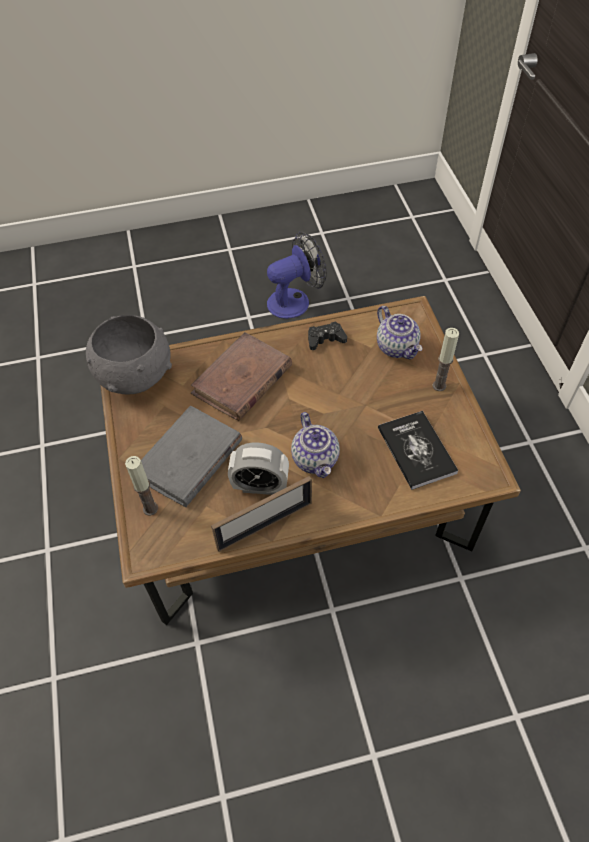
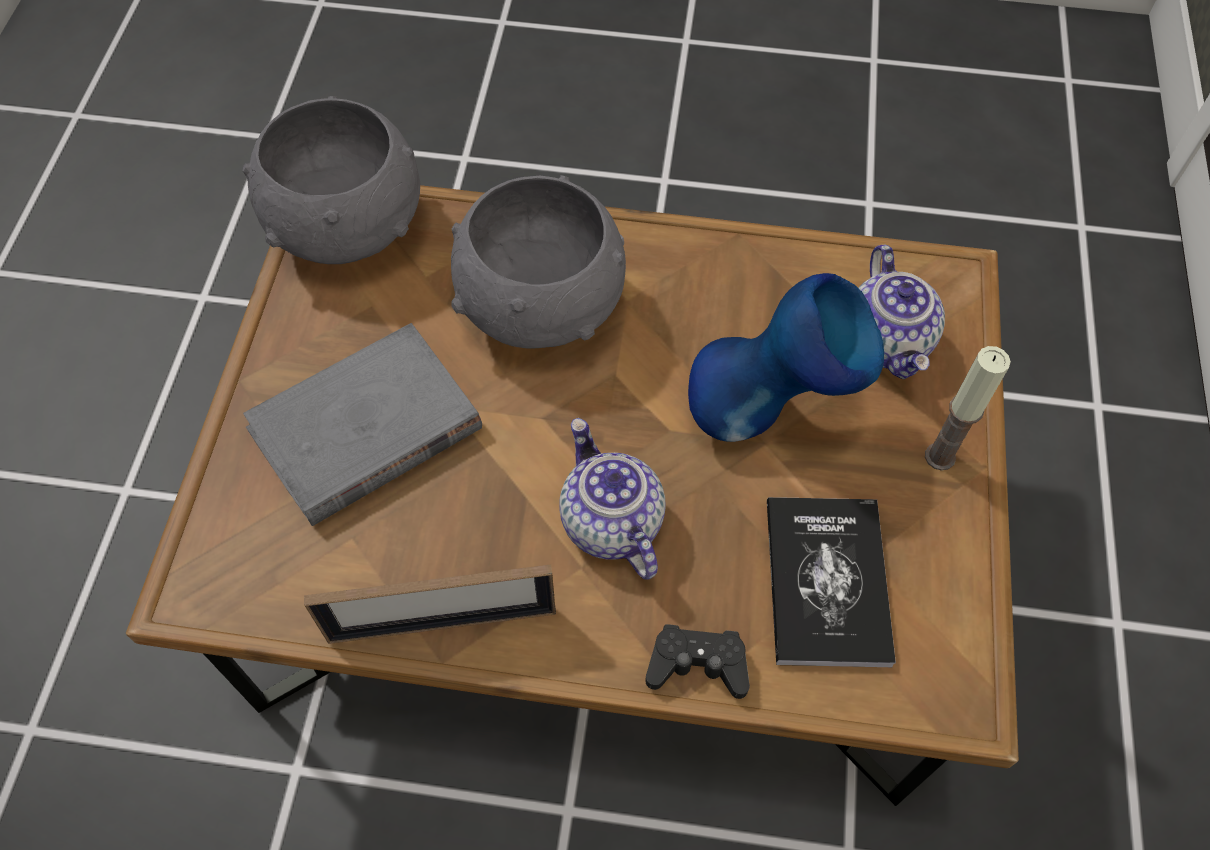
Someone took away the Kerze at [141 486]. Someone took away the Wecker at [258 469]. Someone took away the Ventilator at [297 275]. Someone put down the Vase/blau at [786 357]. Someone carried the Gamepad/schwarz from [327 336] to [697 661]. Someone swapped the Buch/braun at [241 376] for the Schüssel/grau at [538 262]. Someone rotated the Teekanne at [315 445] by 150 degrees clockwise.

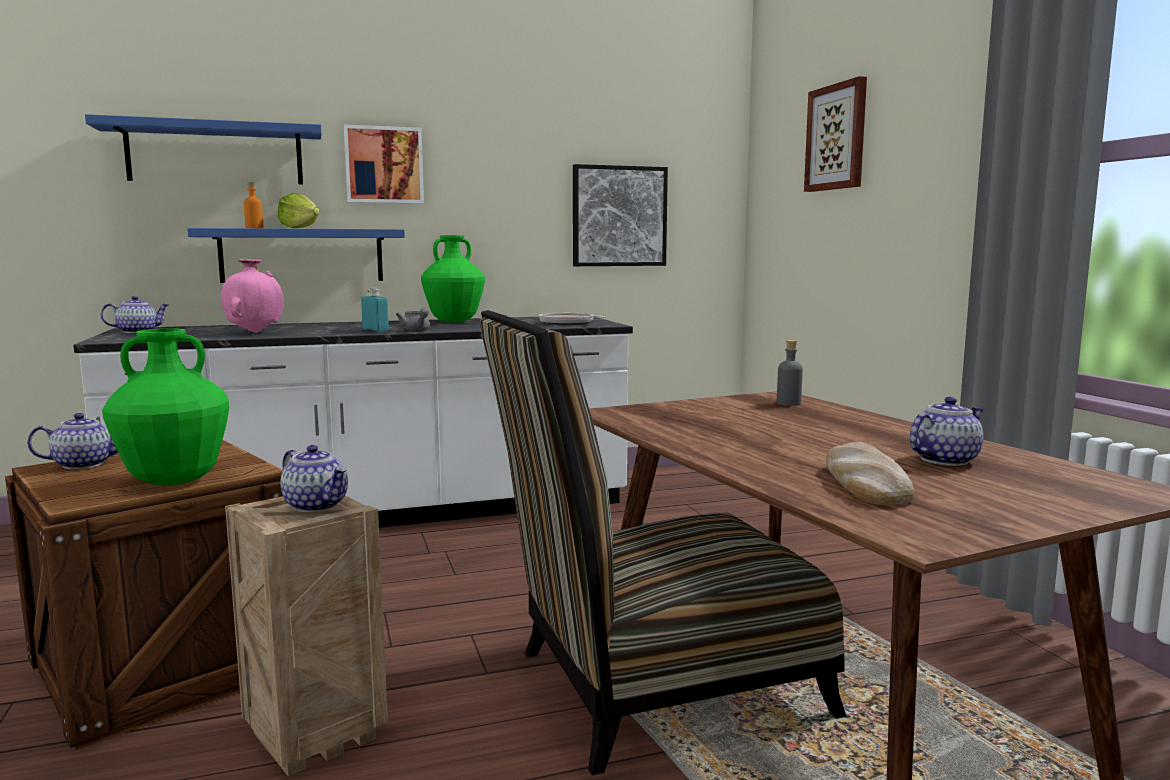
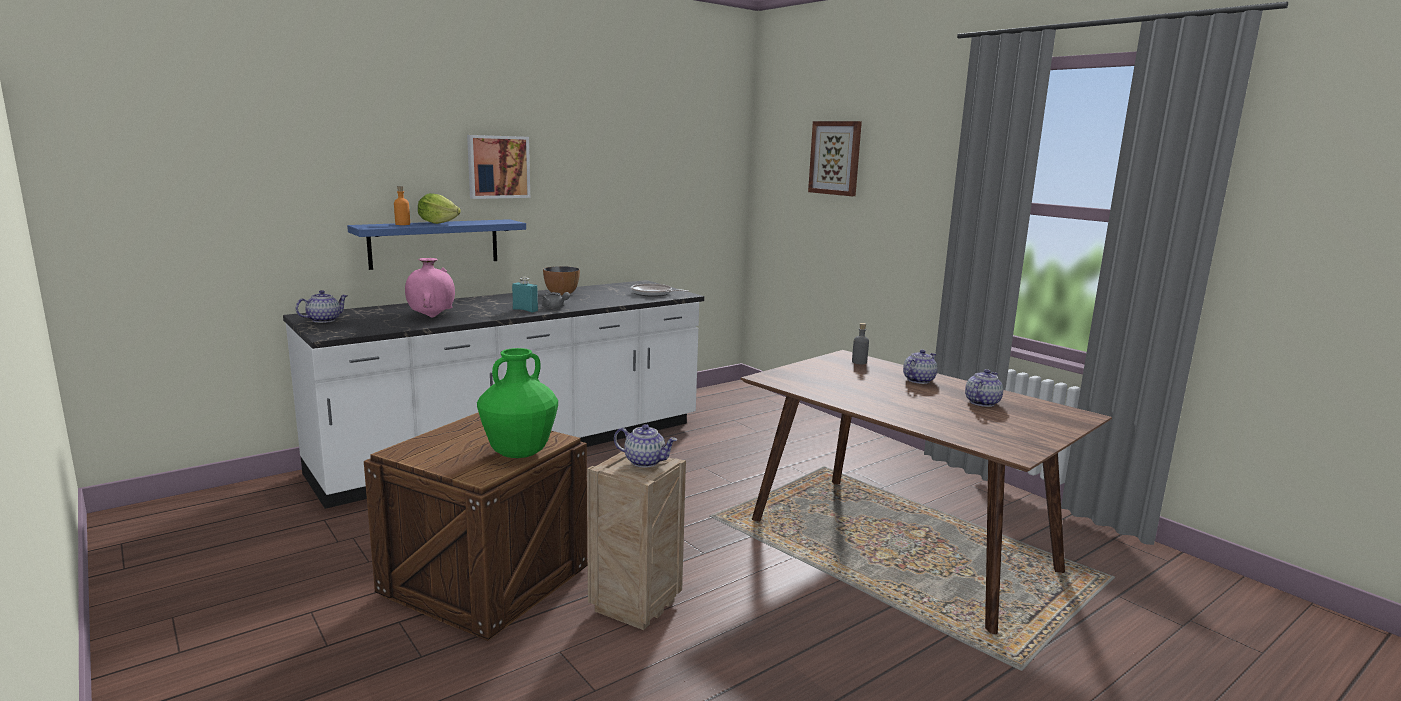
Someone took away the Wandregal/blau at [203 149]. Someone took away the Stuhl at [662 542]. Someone took away the Bild at [620 215]. Someone took away the Brot at [870 473]. Someone carried the Teekanne from [73 441] to [920 366]. Someone swapped the Vase/grün at [453 279] for the Schüssel at [561 280].

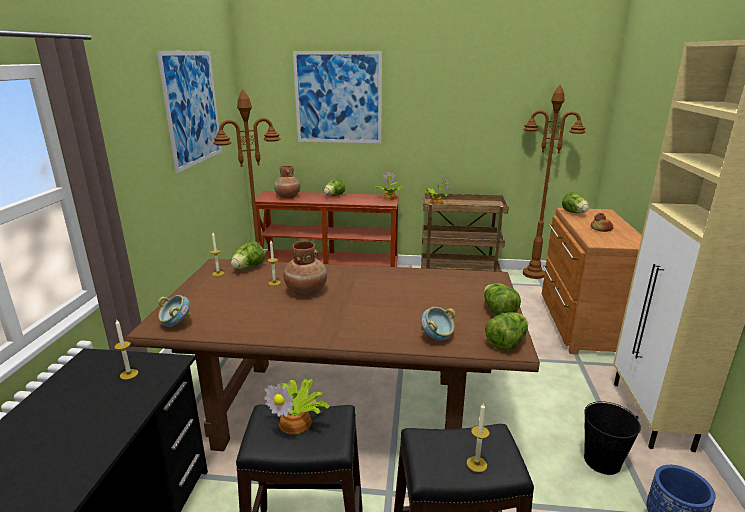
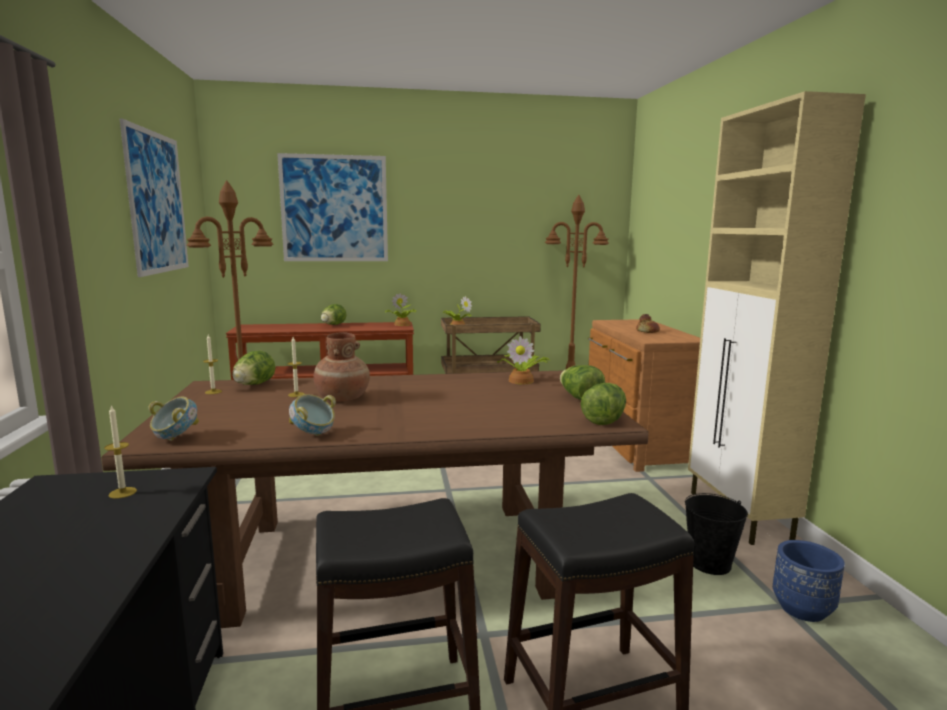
Someone took away the Vase/braun at [287 181]. Someone took away the Kerze at [478 437]. Someone took away the Salatkopf at [575 202]. Someone carried the Topfpflanze from [296 407] to [523 360]. Someone carried the Schüssel from [438 324] to [312 415].

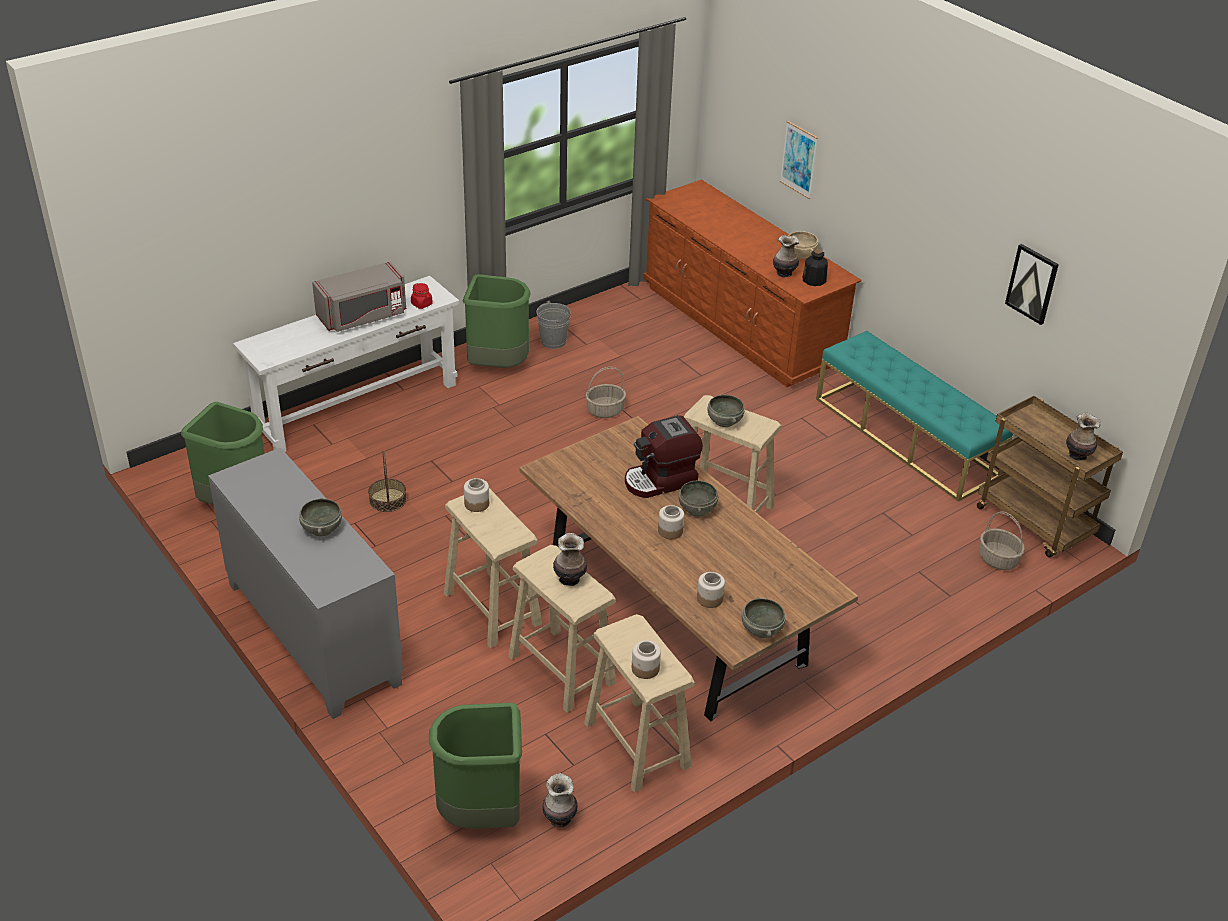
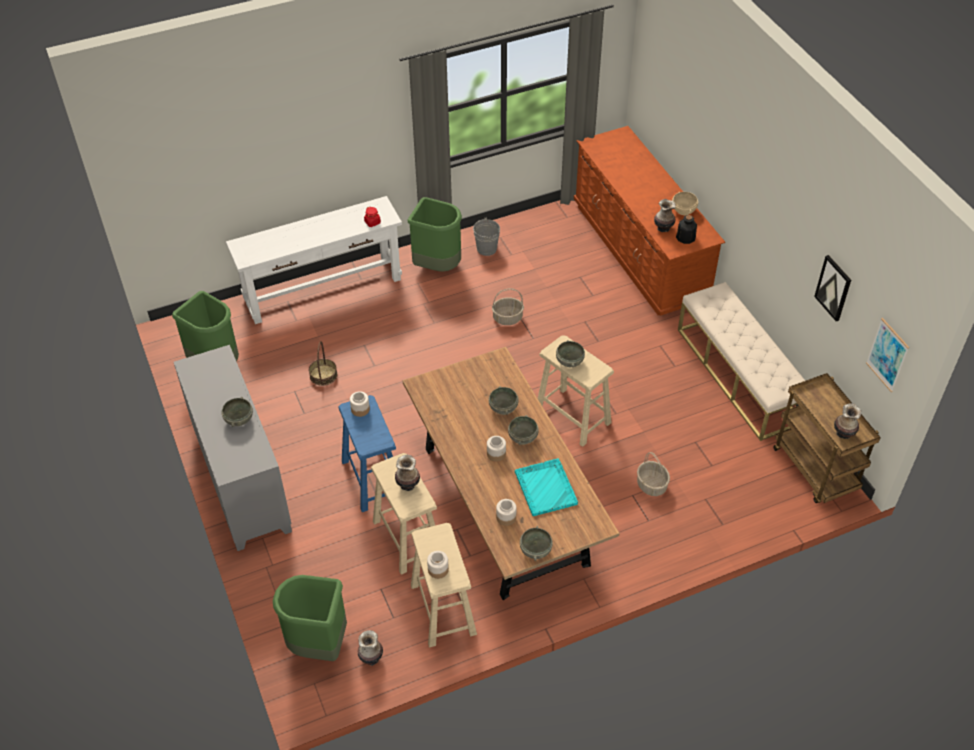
Someone took away the Mikrowelle/grau at [359 296]. Someone put down the Tablett/türkis at [546 487]. Someone carried the Bild from [799 160] to [887 355]. Someone carried the Korb from [1002 540] to [653 474]. Someone swapped the Kaffeemaschine at [664 456] for the Schüssel/grau at [503 400]. Someone repainted the Hocker/beige at [493 568], which became the Hocker/blau at [367 453]. Someone repainted the Bank/türkis at [914 416], which became the Bank/beige at [741 361].

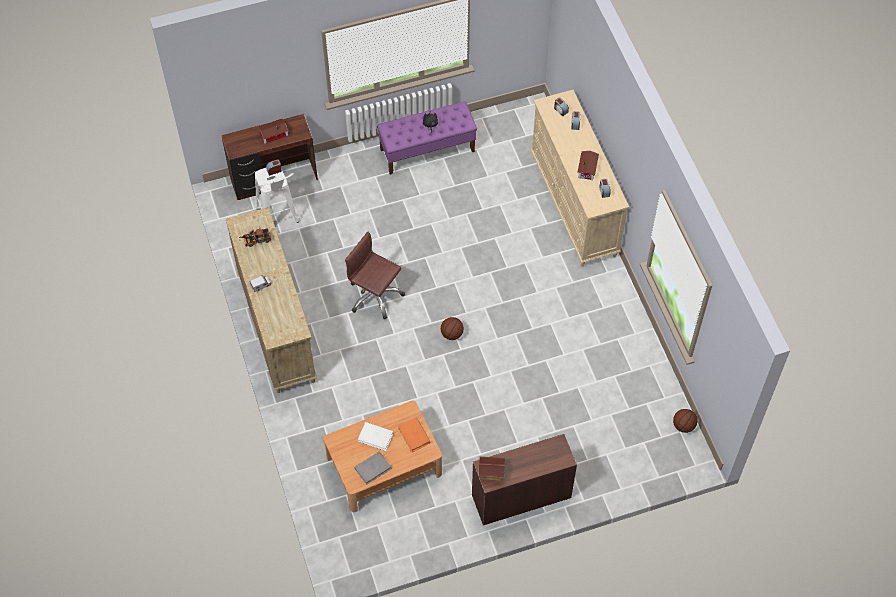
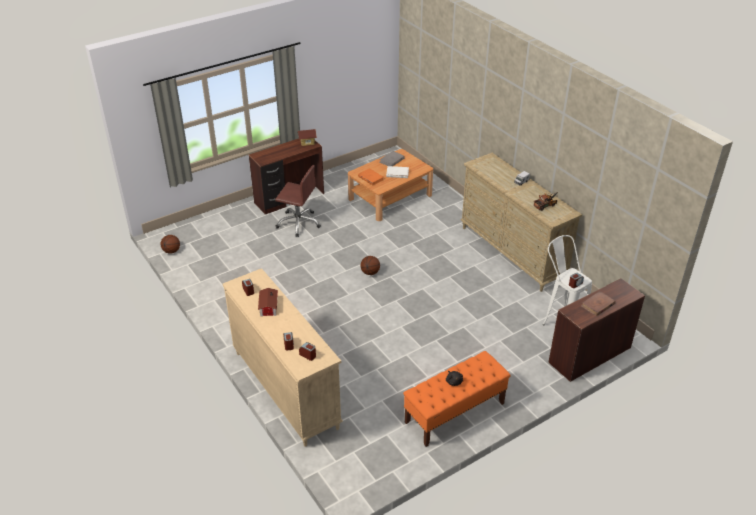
Someone carried the Bürostuhl/braun from [375 275] to [298 201]. Someone swapped the Spielzeughaus at [273 131] for the Buch/braun at [598 303]. Someone repainted the Bank/lila at [427 138], which became the Bank/orange at [457 399].

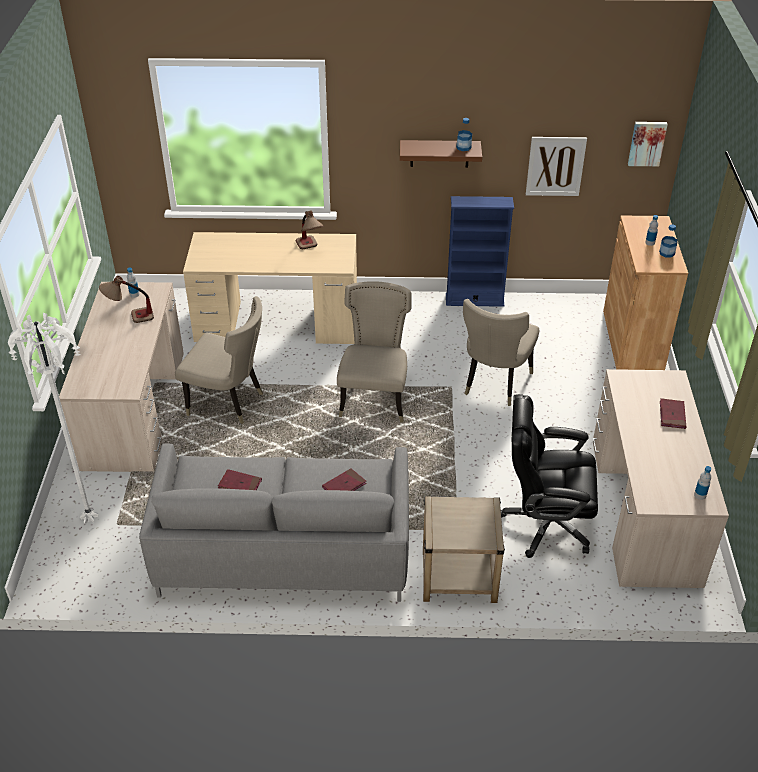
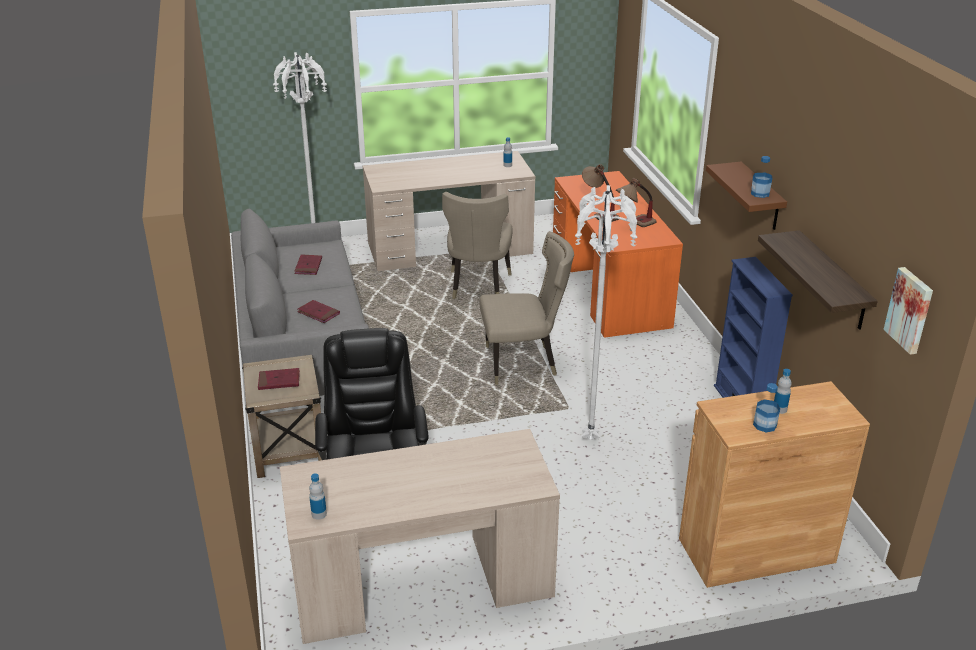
Someone carried the Tischlampe from [126 299] to [600 193]. Someone carried the Buch/rot from [673 413] to [279 379]. Someone swapped the Stuhl/beige at [501 352] for the Stehlampe/weiß at [606 313]. Someone swapped the Bild at [556 166] for the Wandregal at [818 280]. Someone repainted the Schreibtisch/beige at [270 288], which became the Schreibtisch/orange at [618 254].

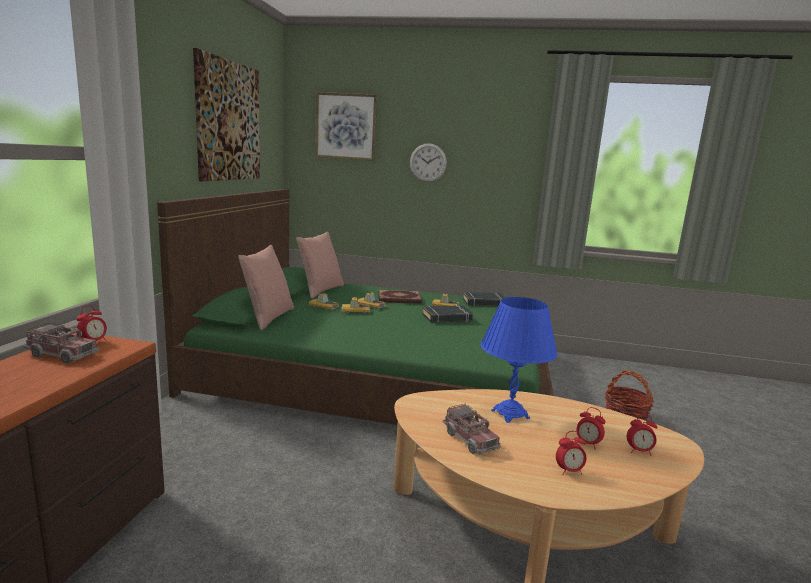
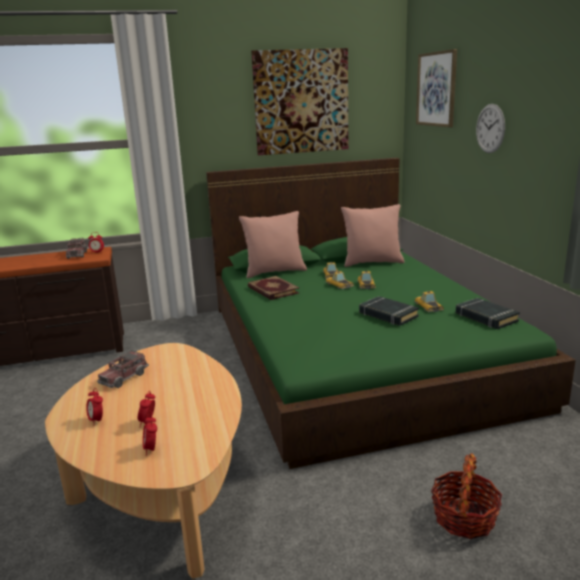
Someone took away the Tischlampe/blau at [519 360]. Someone carried the Buch from [400 296] to [273 288].

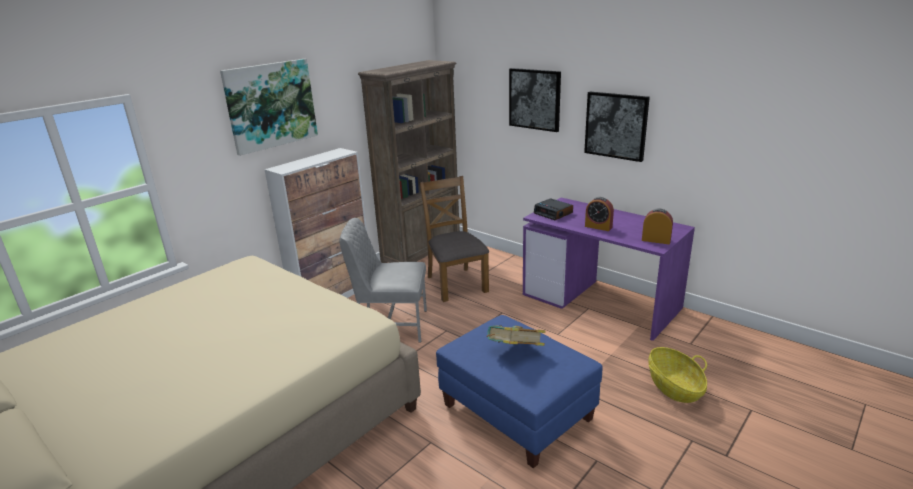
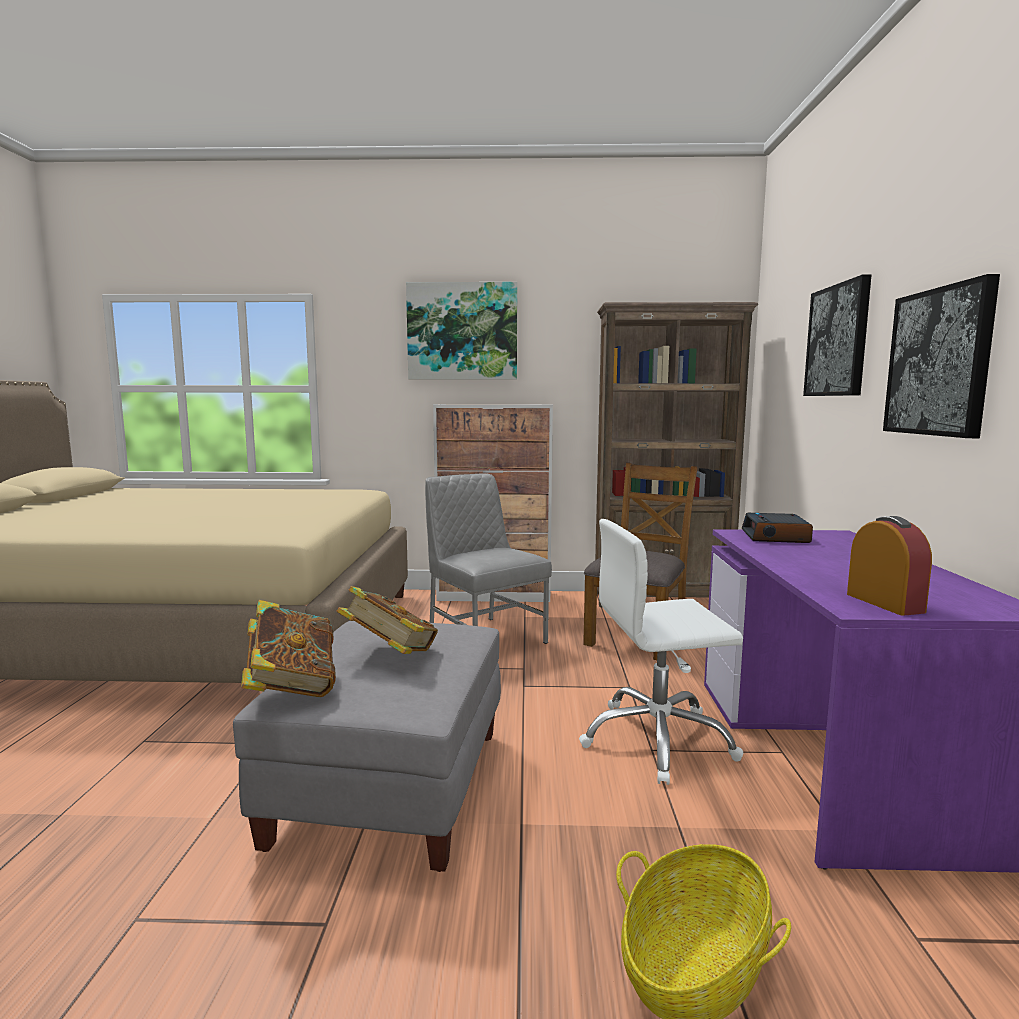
Someone took away the Wecker at [599 214]. Someone put down the Buch at [288 648]. Someone put down the Bürostuhl/weiß at [661 652]. Someone repainted the Polsterhocker/blau at [519 391], which became the Polsterhocker/grau at [367 746].

